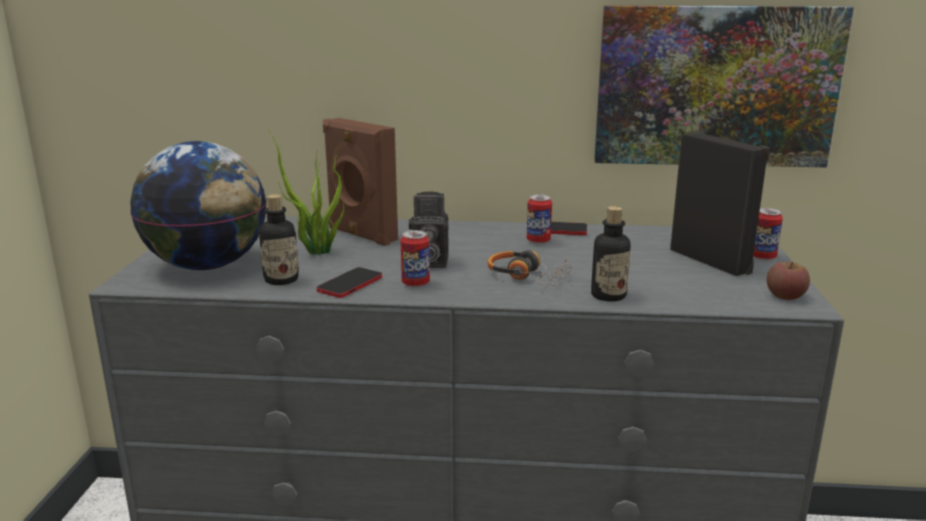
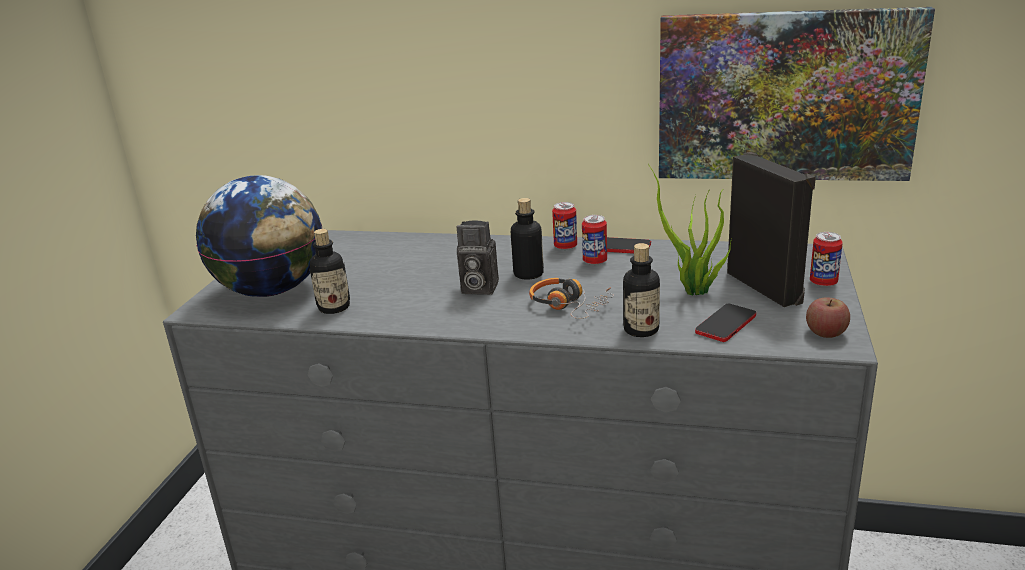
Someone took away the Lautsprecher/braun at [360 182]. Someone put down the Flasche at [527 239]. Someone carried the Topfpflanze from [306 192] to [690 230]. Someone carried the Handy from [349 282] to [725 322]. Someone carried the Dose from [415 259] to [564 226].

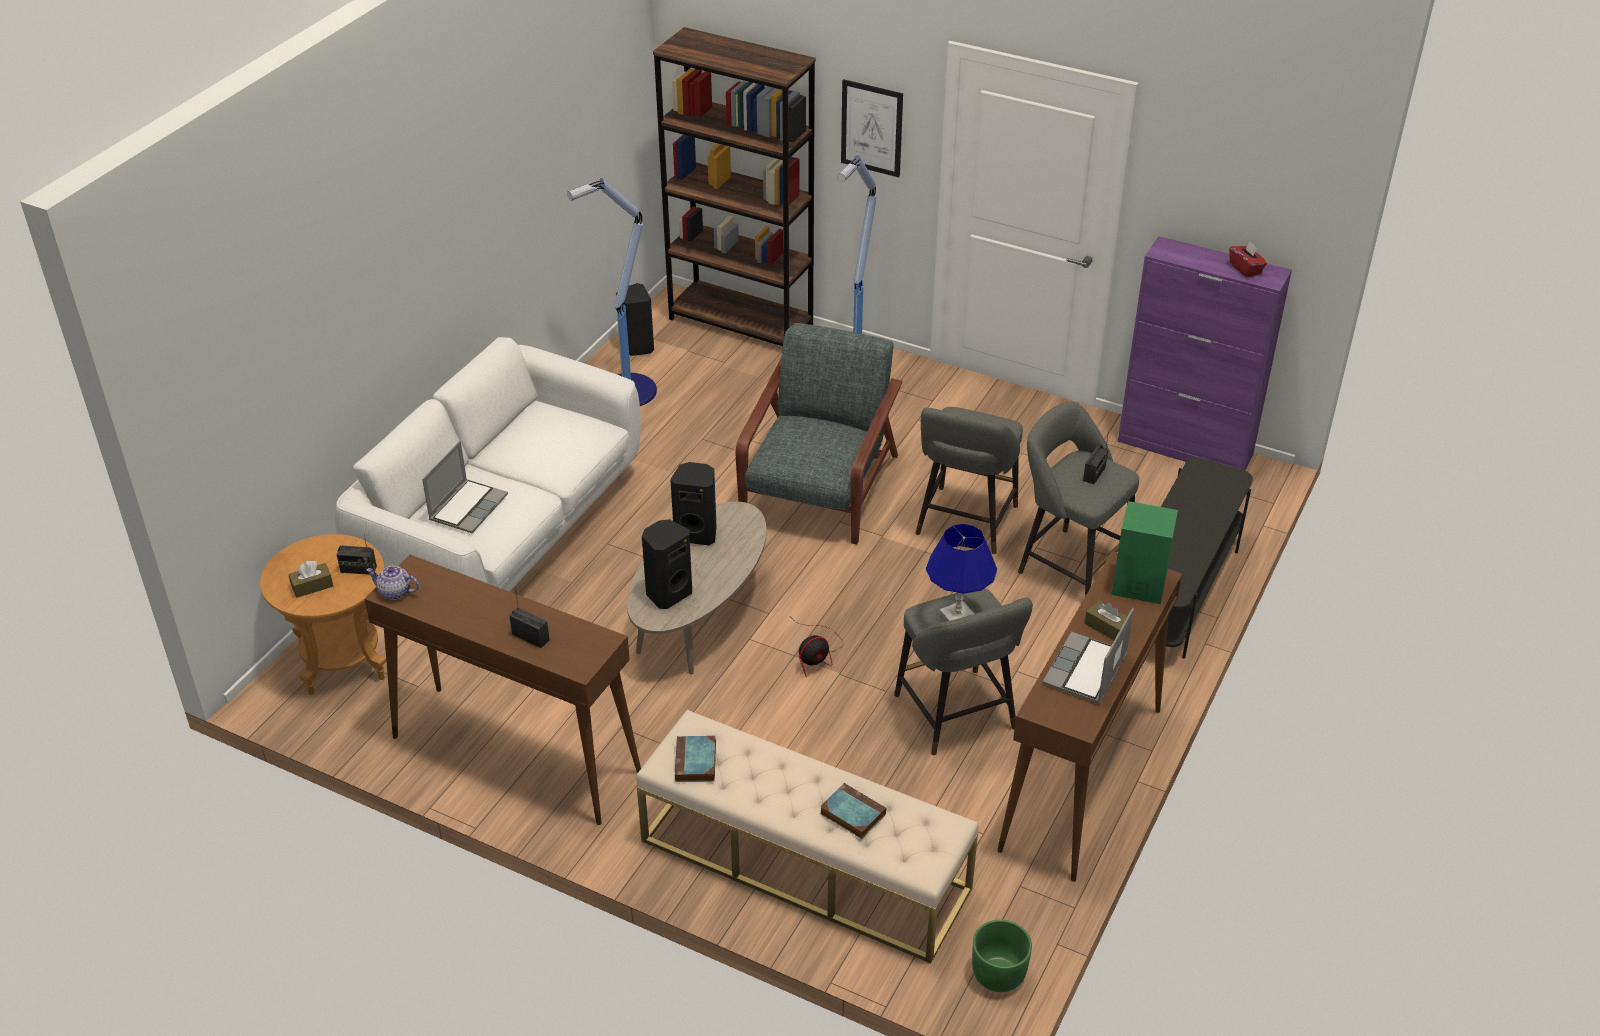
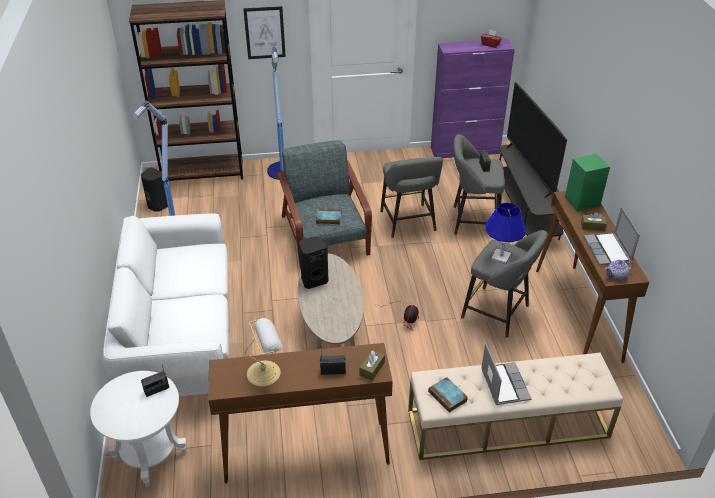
Someone took away the Lautsprecher/schwarz at [667 564]. Someone took away the Pflanzkübel/grün at [1002 956]. Someone put down the Tischlampe at [263 352]. Someone put down the Fernseher at [536 140]. Someone carried the Taschentuchbox/braun from [310 579] to [372 365]. Someone carried the Teekanne from [392 583] to [619 270]. Someone carried the Laptop from [465 487] to [506 374]. Someone carried the Buch from [853 811] to [329 216]. Someone repainted the Beistelltisch/braun at [323 614], which became the Beistelltisch/weiß at [138 429].

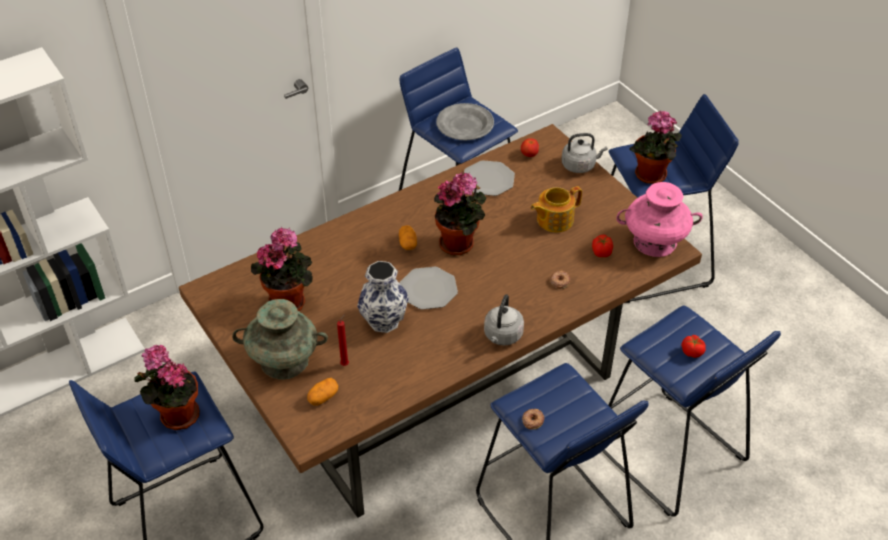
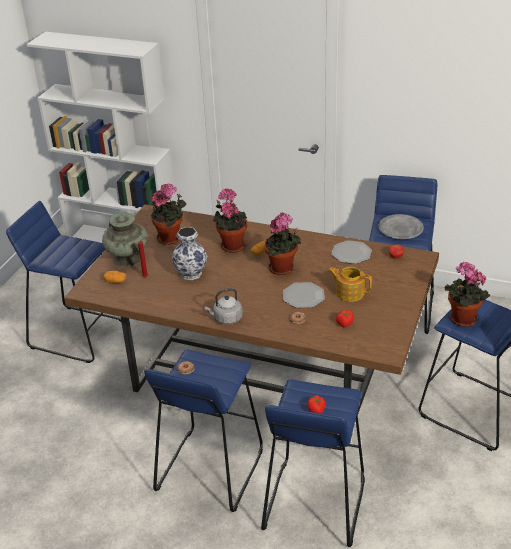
Someone took away the Wasserkessel/grau at [585 153]. Someone took away the Vase/rosa at [659 219]. Someone carried the Topfpflanze from [167 387] to [230 220]. Someone carried the Teller from [429 288] to [304 295].

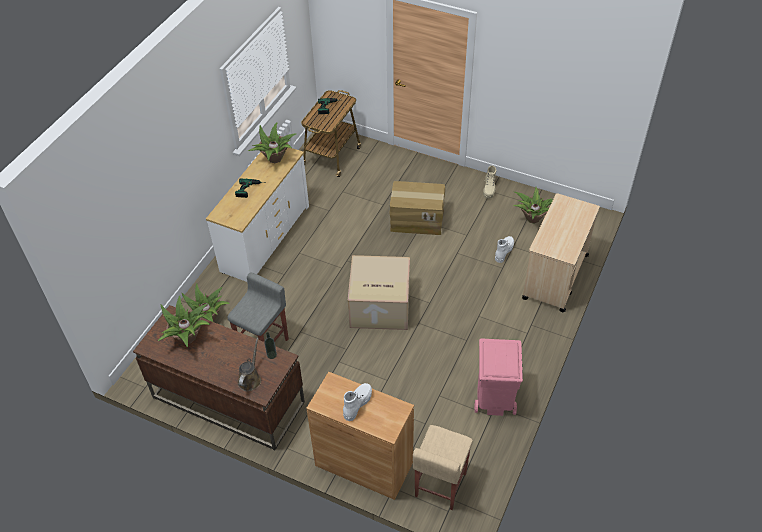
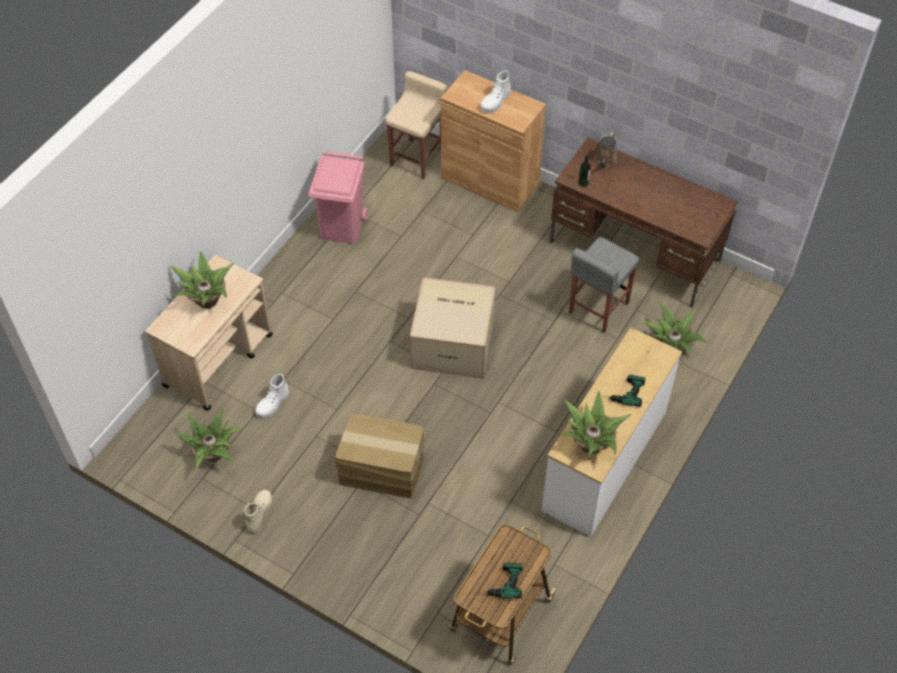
Someone carried the Topfpflanze from [184 321] to [202 280].

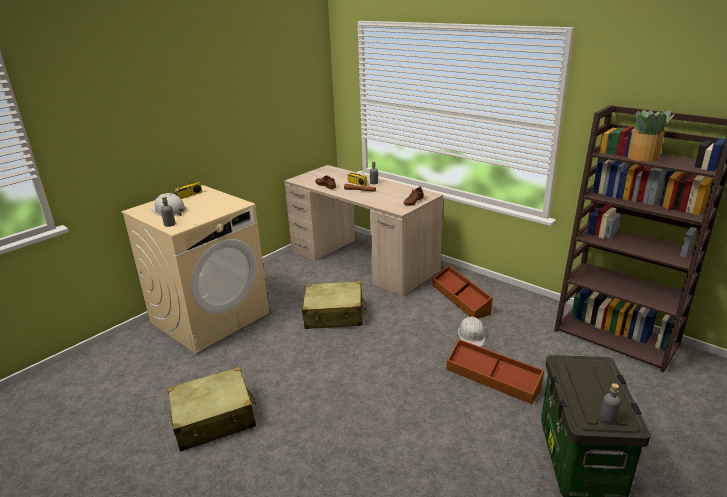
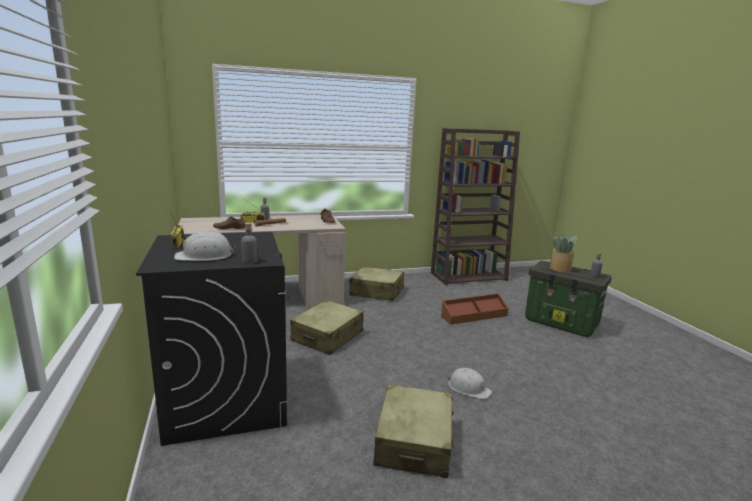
Someone carried the Schutzhelm/weiß from [472 332] to [469 383]. Someone carried the Topfpflanze from [651 136] to [563 253]. Someone swapped the Aufbewahrungsbox/braun at [463 292] for the Koffer/beige at [376 284]. Someone repainted the Waschmaschine/beige at [195 269], which became the Waschmaschine/schwarz at [211 339].

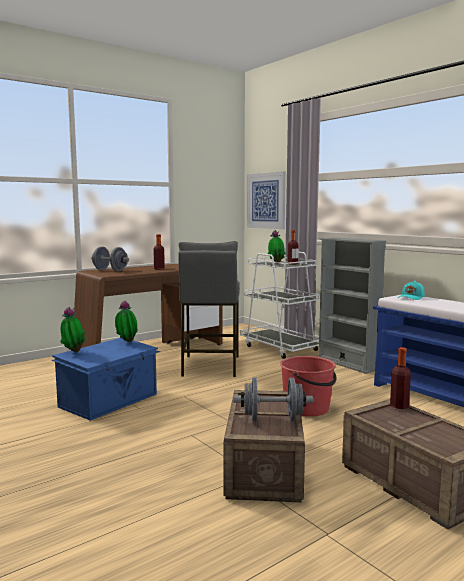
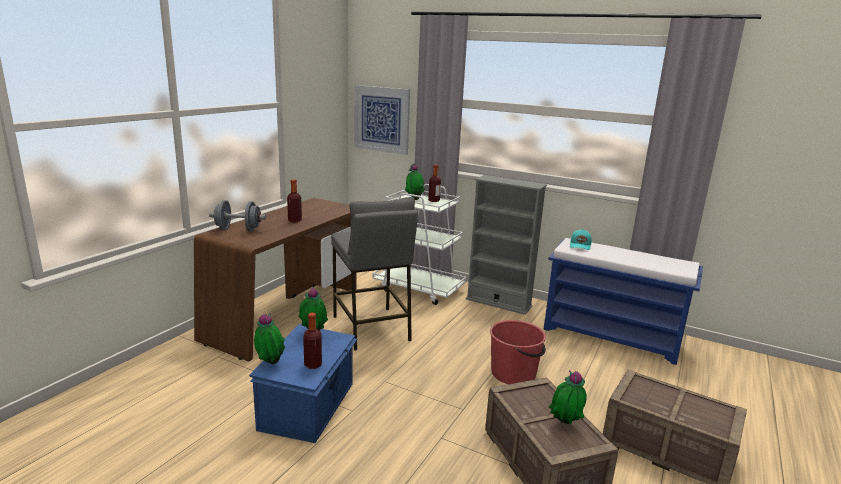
Someone carried the Flasche from [400 378] to [312 341]. Someone swapped the Hantel/grau at [273 399] for the Topfpflanze at [568 397].

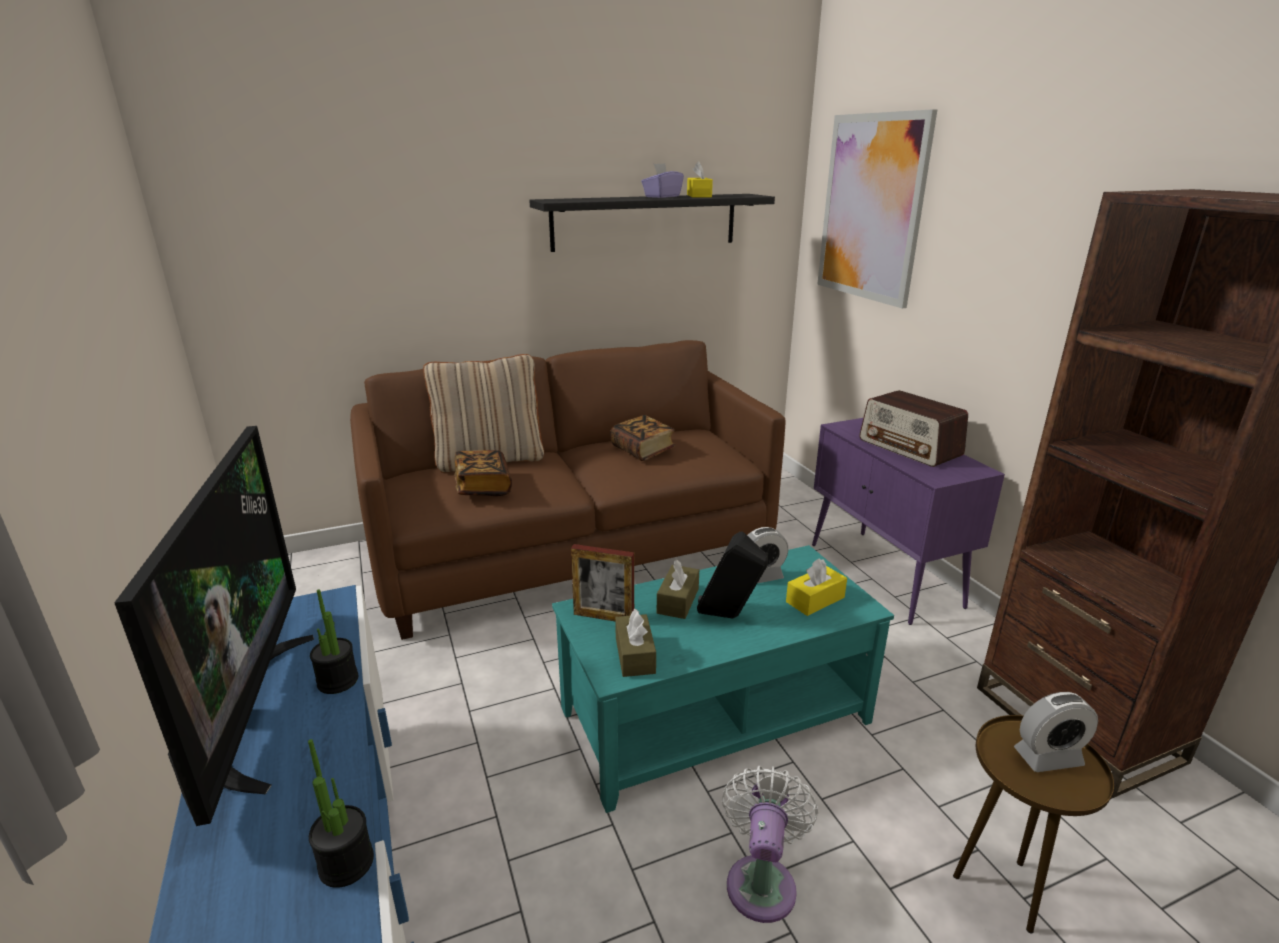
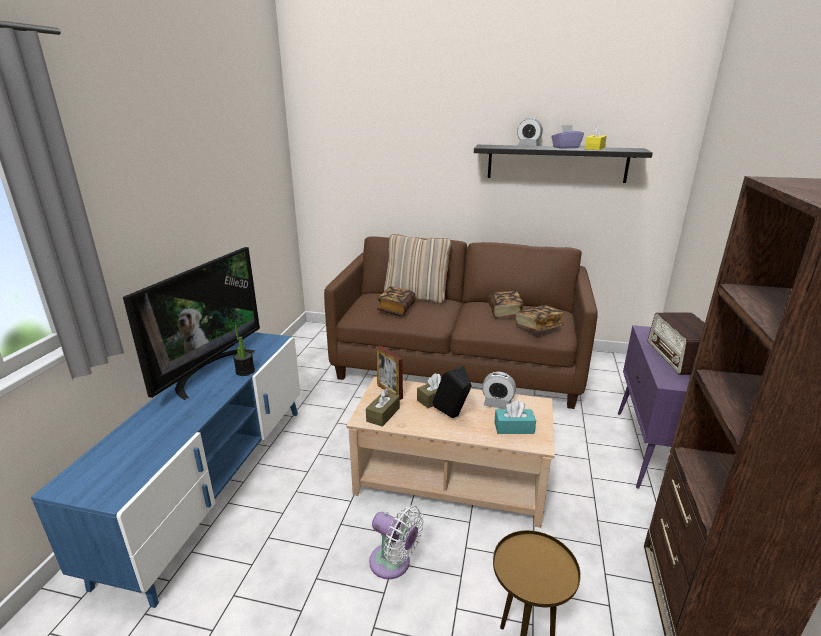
Someone took away the Topfpflanze at [341 813]. Someone took away the Bild at [877 208]. Someone put down the Buch at [539 318]. Someone carried the Wecker from [1056 732] to [530 132]. Someone repainted the Couchtisch/türkis at [723 679], which became the Couchtisch/beige at [450 452]. Someone repainted the Taschentuchbox/gelb at [816 587], which became the Taschentuchbox/türkis at [515 417]. Someone rotated the Ventilator/weiß at [770 844] by 75 degrees clockwise.

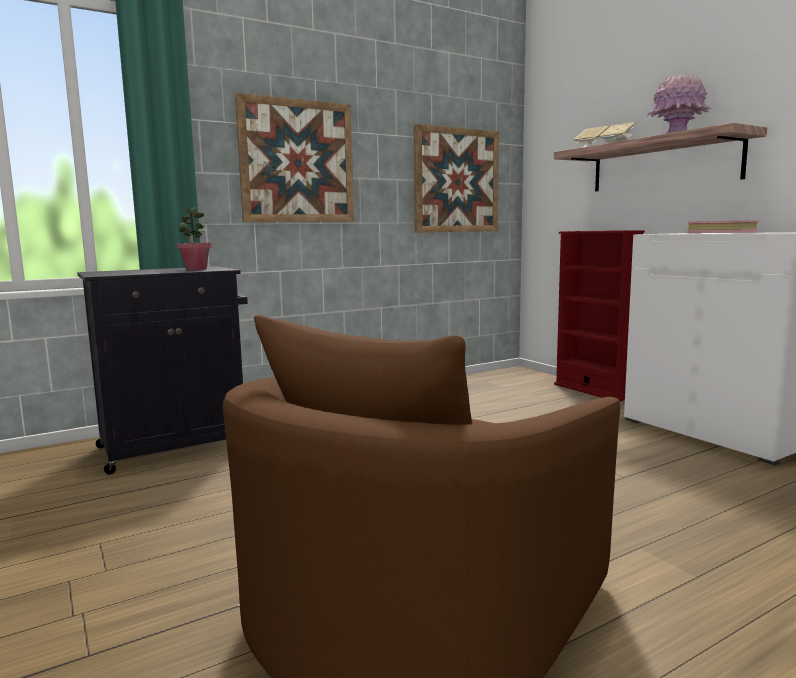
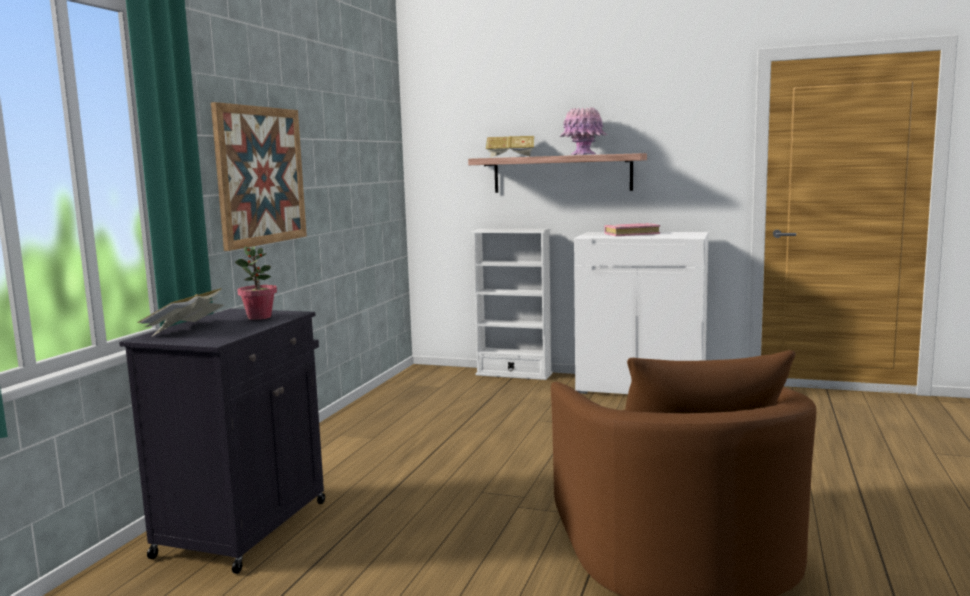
Someone took away the Bild at [456 178]. Someone put down the Buch at [180 311]. Someone repainted the Bücherregal/rot at [599 315], which became the Bücherregal/weiß at [512 304].

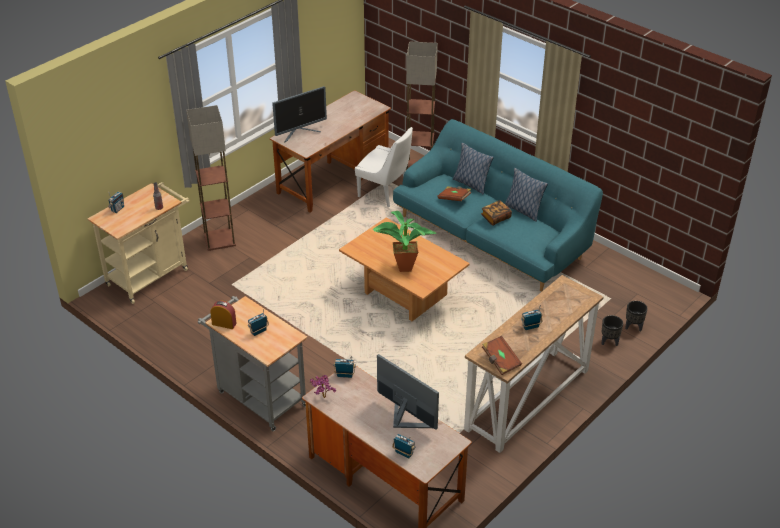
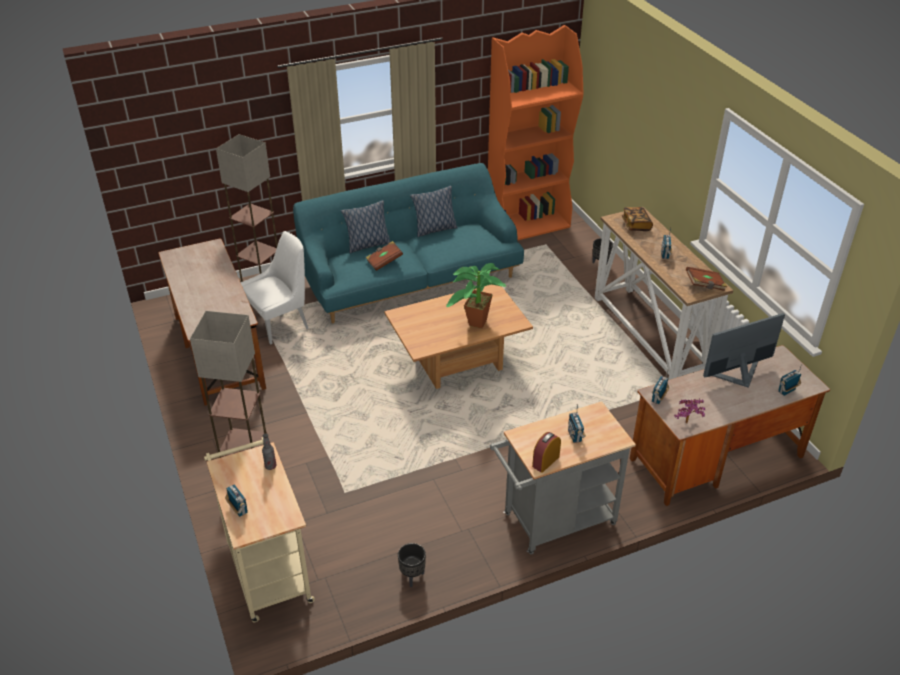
Someone took away the Monitor at [299 114]. Someone put down the Bücherregal/orange at [535 133]. Someone carried the Buch from [496 213] to [637 219]. Someone carried the Pflanzkübel/schwarz from [636 316] to [412 565].

